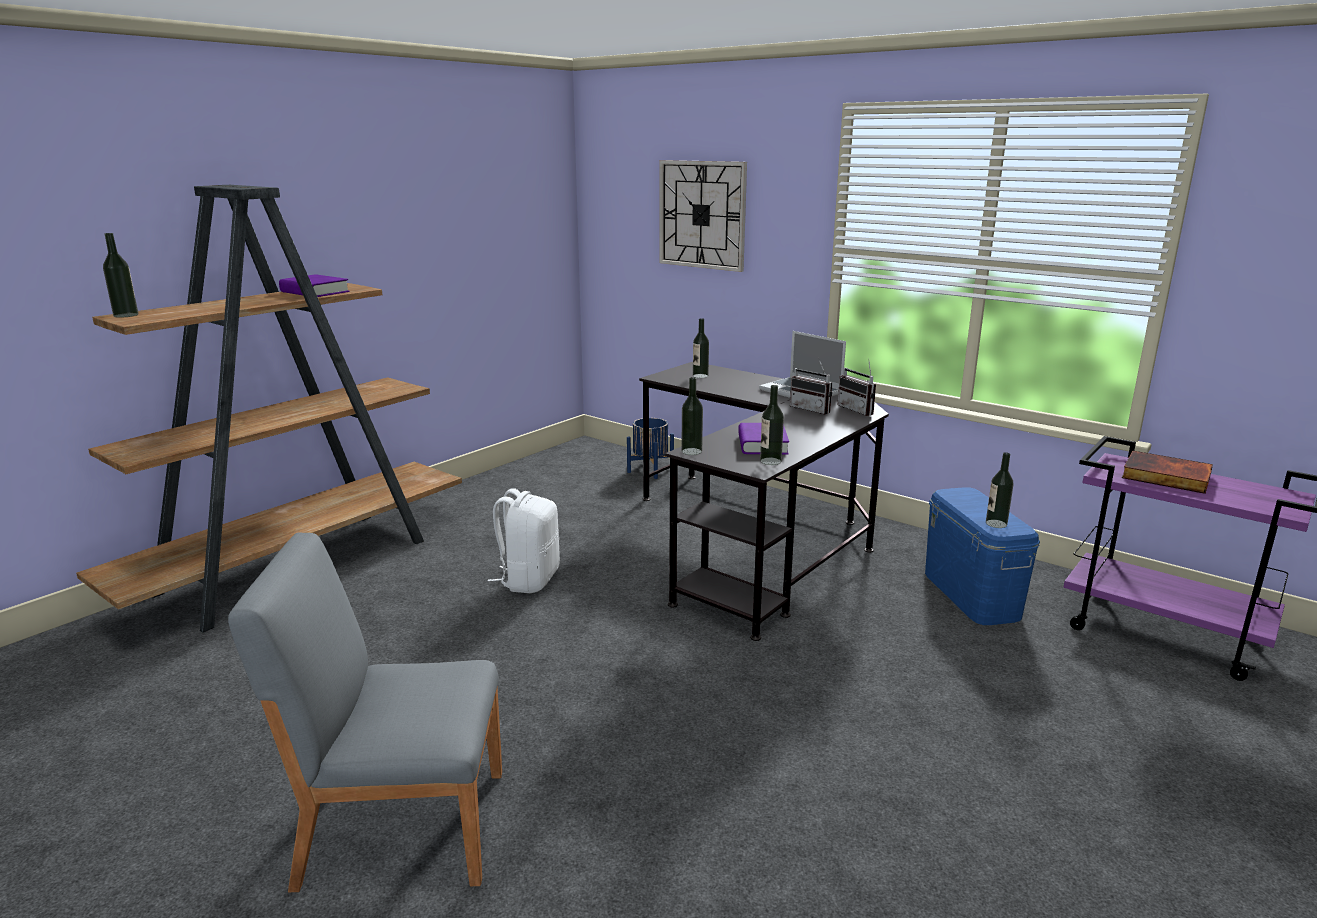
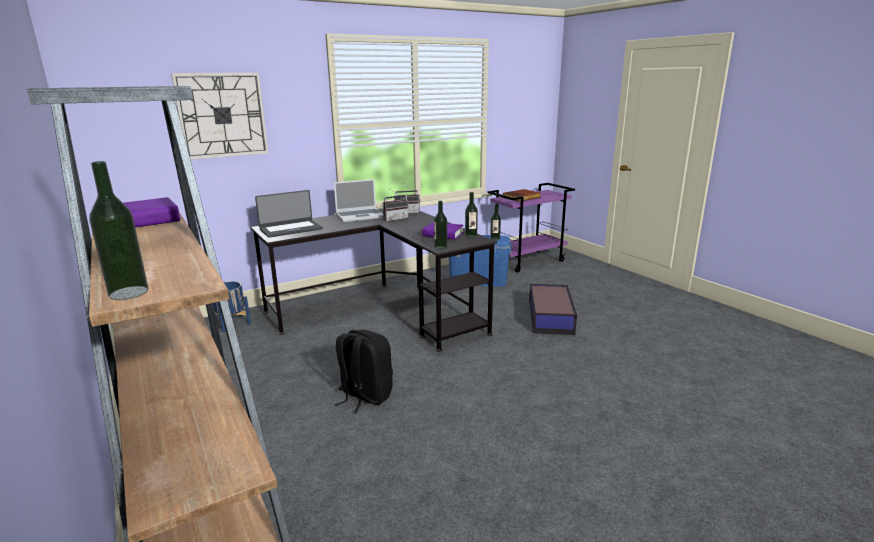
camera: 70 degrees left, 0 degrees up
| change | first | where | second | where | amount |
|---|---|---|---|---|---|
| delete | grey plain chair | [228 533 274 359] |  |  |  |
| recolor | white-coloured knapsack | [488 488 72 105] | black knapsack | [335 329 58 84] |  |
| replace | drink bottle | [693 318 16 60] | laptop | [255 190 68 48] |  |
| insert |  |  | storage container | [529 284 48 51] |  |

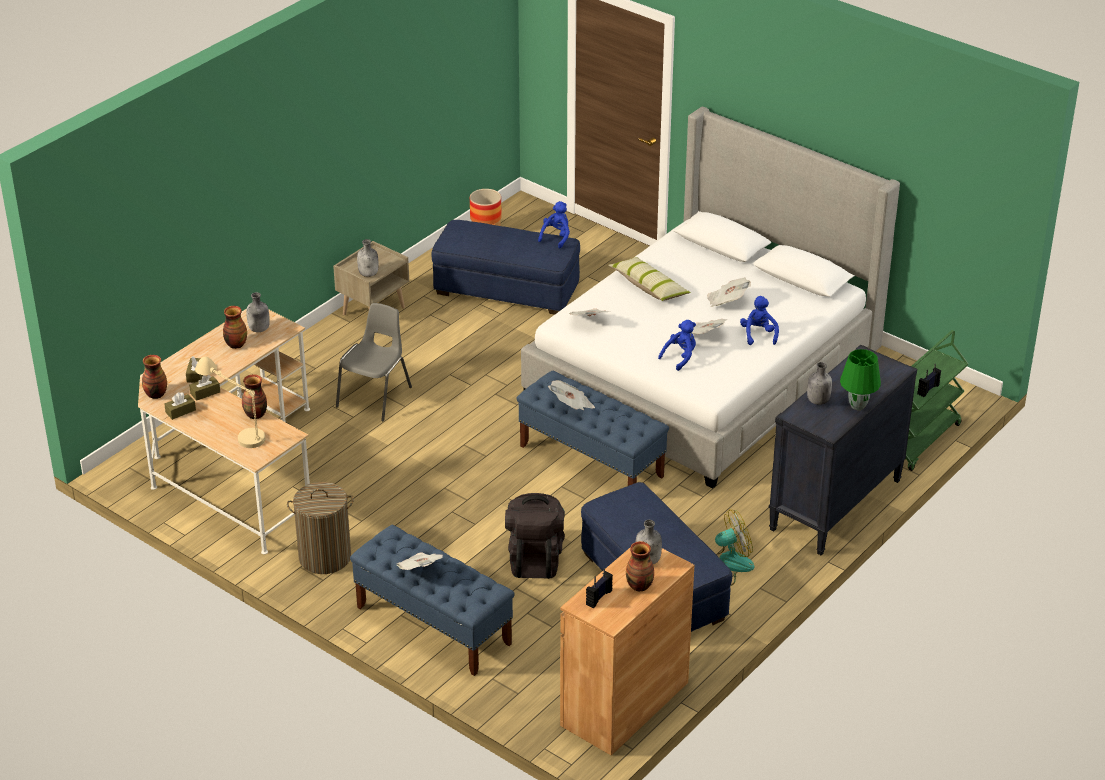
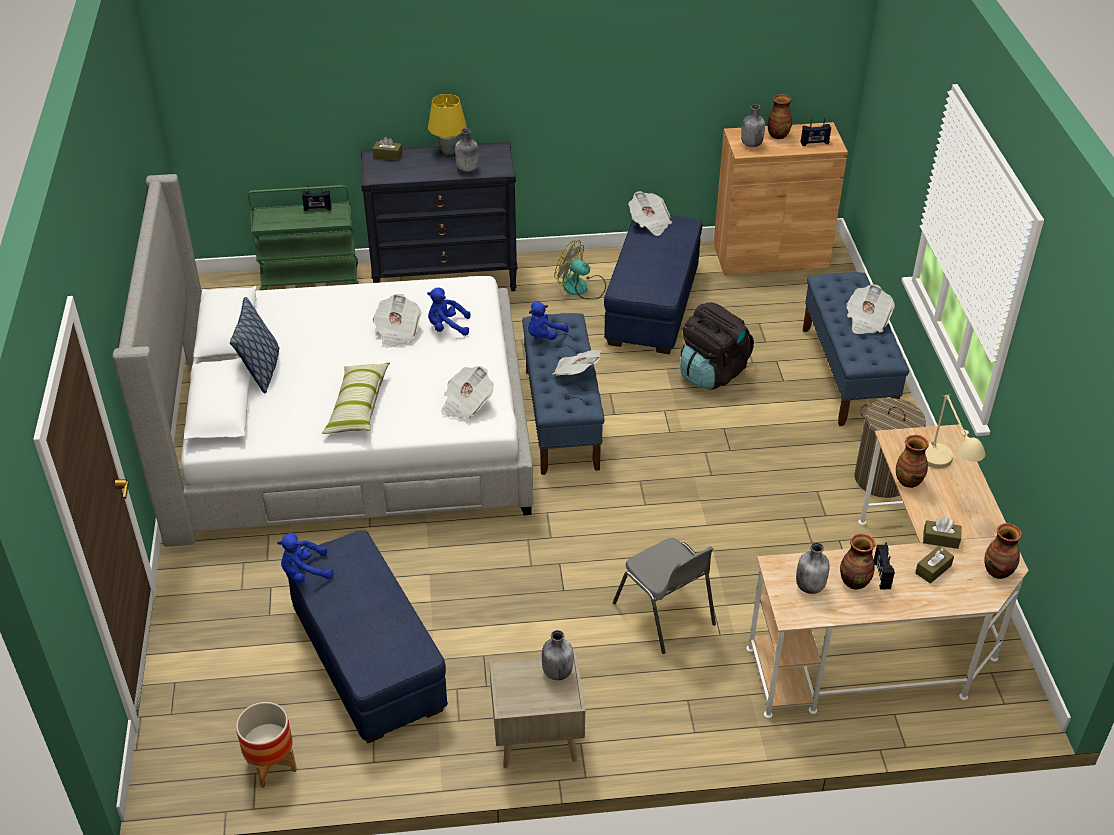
camera: 135 degrees left, 5 degrees up
| change | first | where | second | where | amount |
|---|---|---|---|---|---|
| move | brown-coloured tissue holder | [164 392 32 28] |  | [373 137 29 24] |  |
| rotate | grey plain chair | [336 303 76 119] |  | [613 538 103 116] | 105 degrees counterclockwise |
| move | newspaper | [707 277 44 30] |  | [629 191 43 45] |  |
| move | bluish plush toy | [740 296 39 49] |  | [528 301 41 39] |  |
| recolor | greenish tabletop lamp | [840 349 41 61] | yellowish tabletop lamp | [428 94 39 61] |  |
| insert |  |  | cushion | [230 297 49 96] |  |
| insert |  |  | radio set | [874 542 21 47] |  |

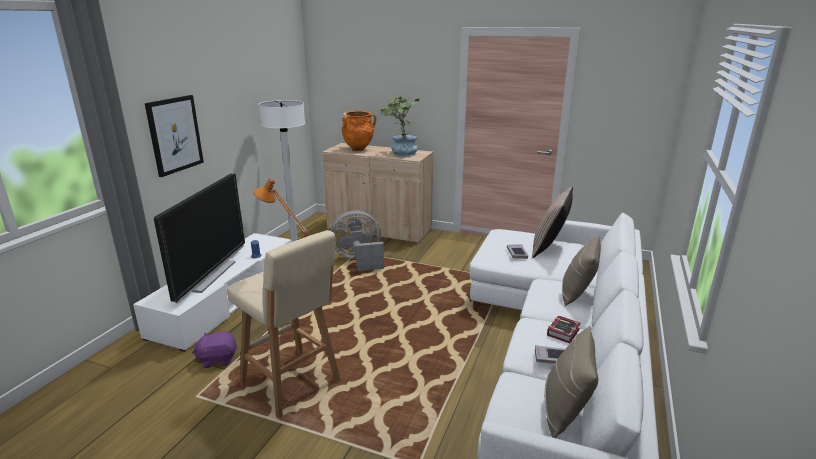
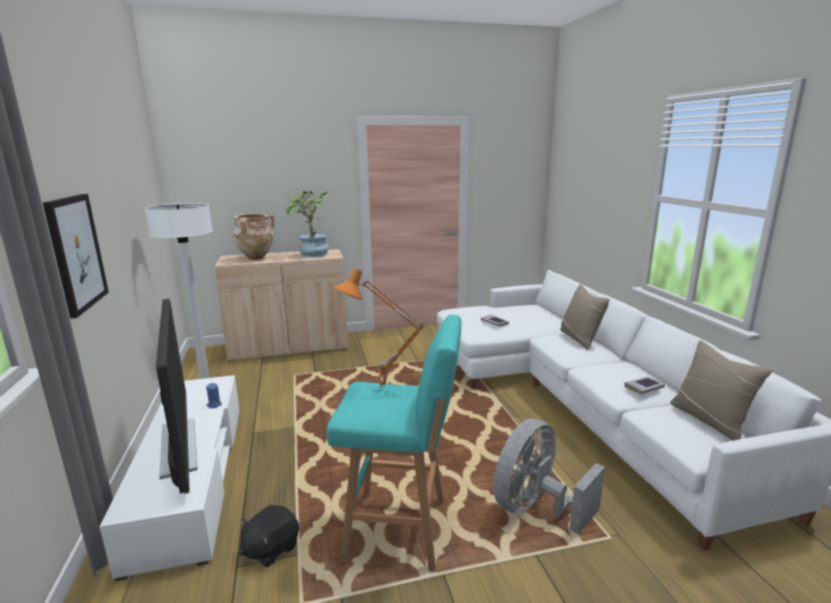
camera: 35 degrees left, 5 degrees down
| change | first | where | second | where | amount |
|---|---|---|---|---|---|
| recolor | purple-coloured plush toy | [192 331 45 37] | black plush toy | [240 505 59 62] |  |
| recolor | beige-coloured sitting stool | [227 230 114 189] | turquoise-coloured sitting stool | [327 315 134 257] |  |
| move | grey fan | [331 210 53 61] |  | [493 419 112 116] |  |
| recolor | orange decorative vase | [341 110 35 41] | beige-coloured decorative vase | [233 213 41 47] |  |
| delete | cushion | [532 187 41 71] |  |  |  |
| delete | bound book | [547 315 34 28] |  |  |  |

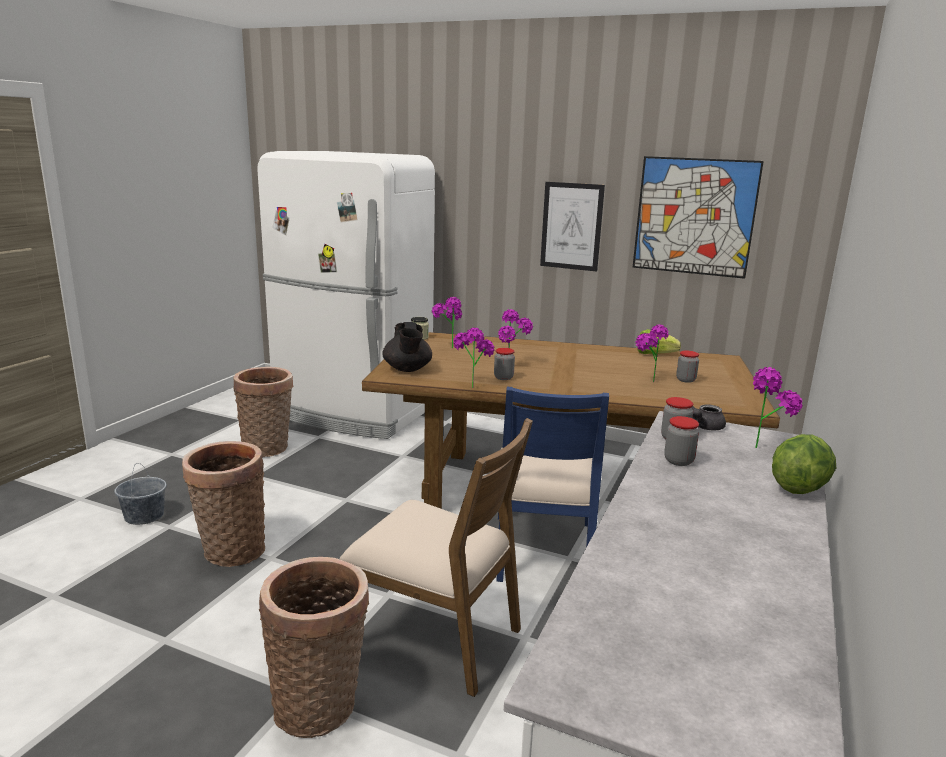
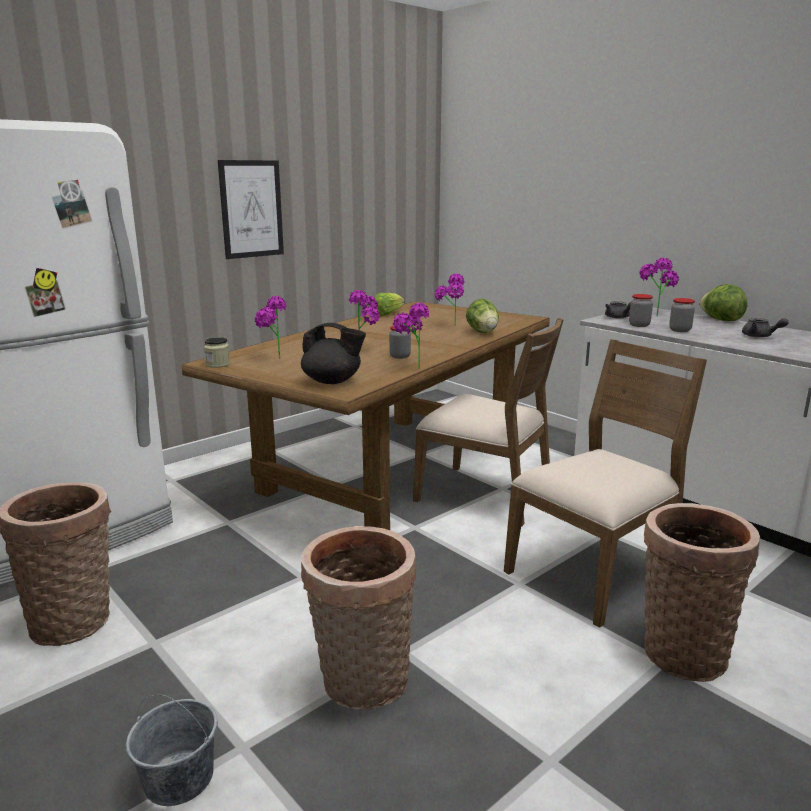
camera: 65 degrees left, 0 degrees up
| change | first | where | second | where | amount |
|---|---|---|---|---|---|
| recolor | bluish plain chair | [496 387 113 195] | brown-coloured plain chair | [413 318 151 208] |  |
| delete | picture | [632 156 132 123] |  |  |  |
| delete | storage jar | [676 351 23 32] |  |  |  |
| insert |  |  | lettuce head | [466 298 33 35] |  |
| insert |  |  | grey teapot | [742 318 47 20] |  |

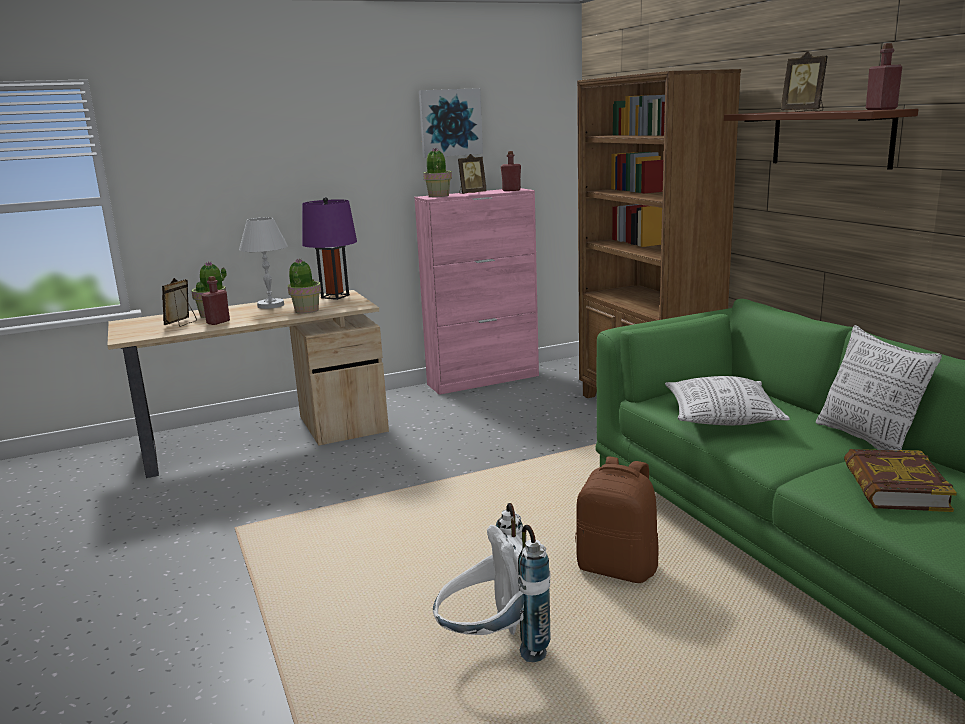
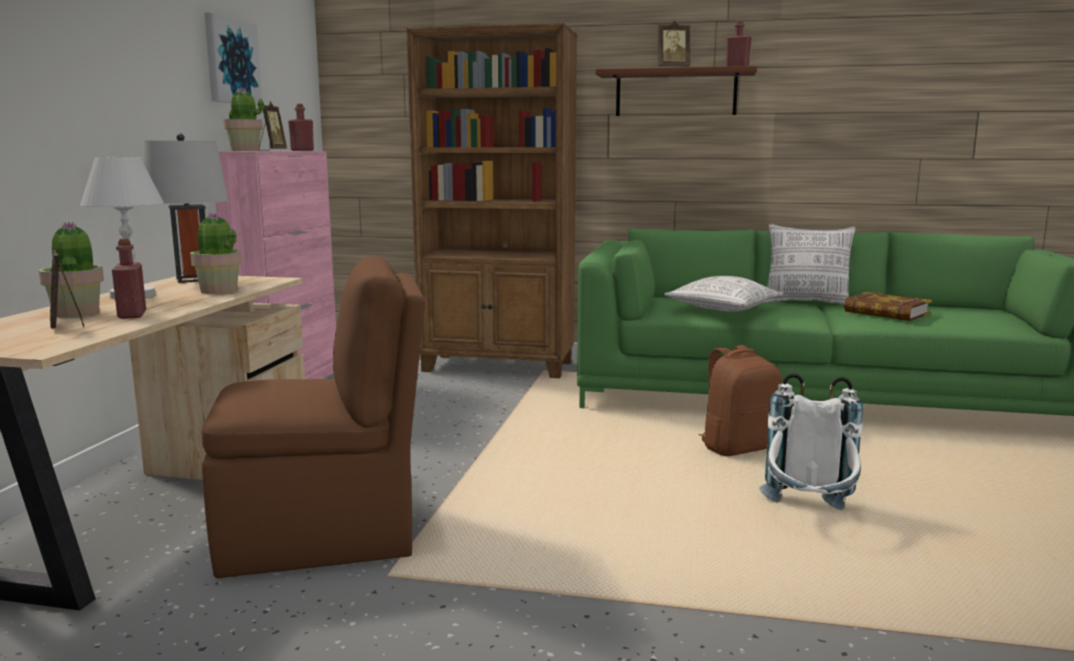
camera: 55 degrees left, 5 degrees down
| change | first | where | second | where | amount |
|---|---|---|---|---|---|
| recolor | purple-coloured tabletop lamp | [302 197 55 103] | grey tabletop lamp | [144 133 84 150] |  |
| insert |  |  | brown-coloured plain chair | [202 256 223 322] |  |

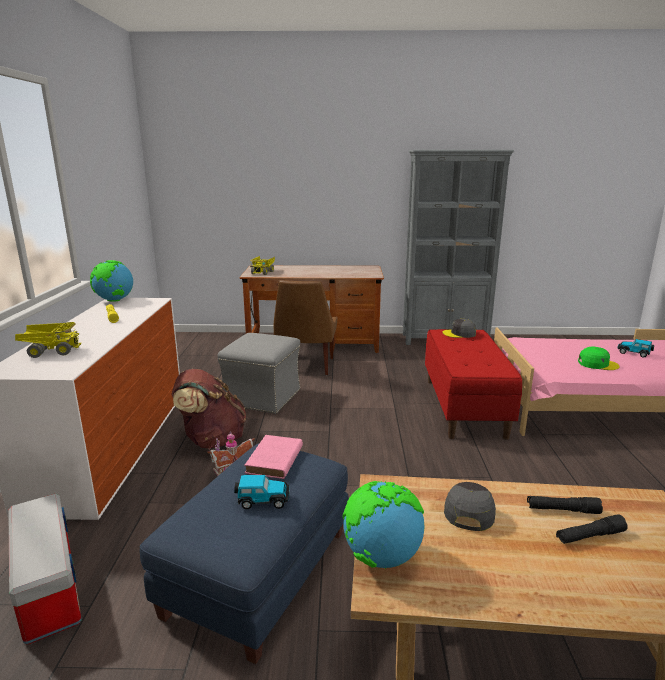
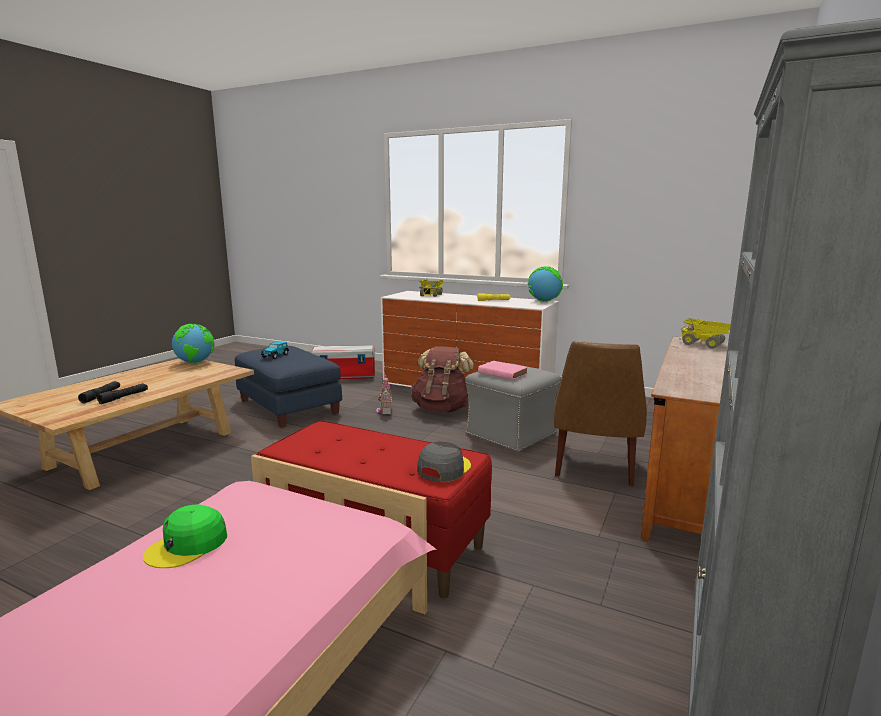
camera: 115 degrees right, 5 degrees down
| change | first | where | second | where | amount |
|---|---|---|---|---|---|
| move | pink bound book | [244 435 59 44] |  | [478 361 50 19] |  |
| rotate | brown-coloured plain chair | [274 280 63 95] |  | [554 341 93 145] | 105 degrees counterclockwise |
| delete | grey baseball cap | [444 482 52 49] |  |  |  |
| delete | toy car | [618 339 36 19] |  |  |  |

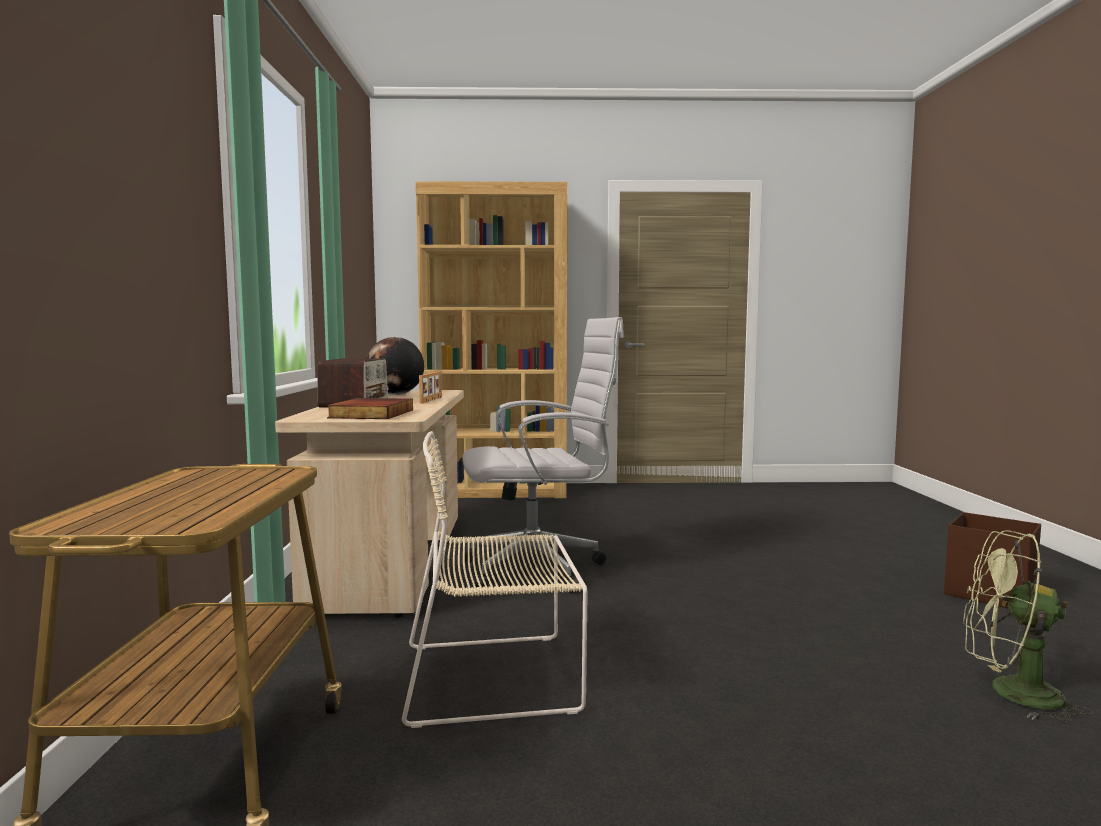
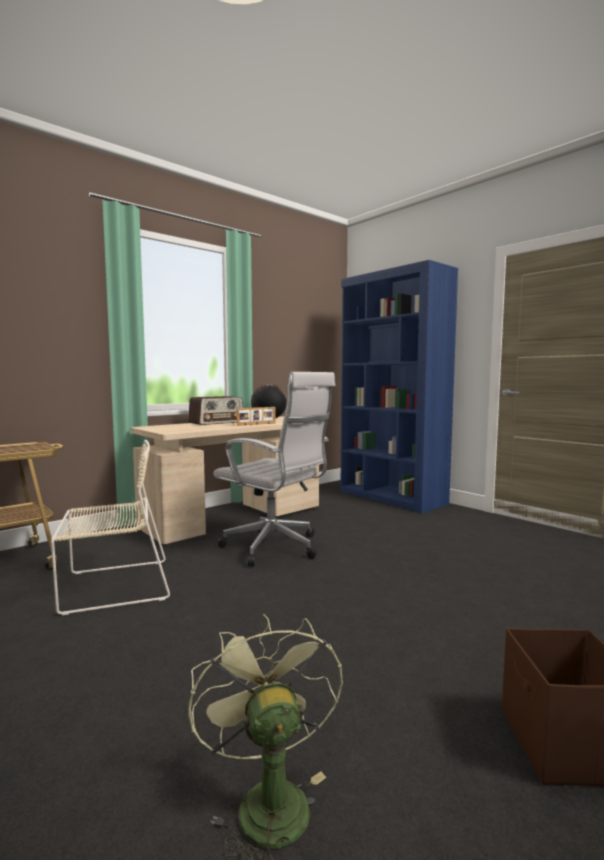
camera: 50 degrees right, 0 degrees up
| change | first | where | second | where | amount |
|---|---|---|---|---|---|
| delete | bound book | [327 398 86 21] |  |  |  |
| rotate | beige-coloured plain chair | [402 431 186 297] |  | [51 440 119 175] | 120 degrees clockwise |
| recolor | brown-coloured bookcase | [415 181 152 317] | bluish bookcase | [340 260 118 254] |  |

